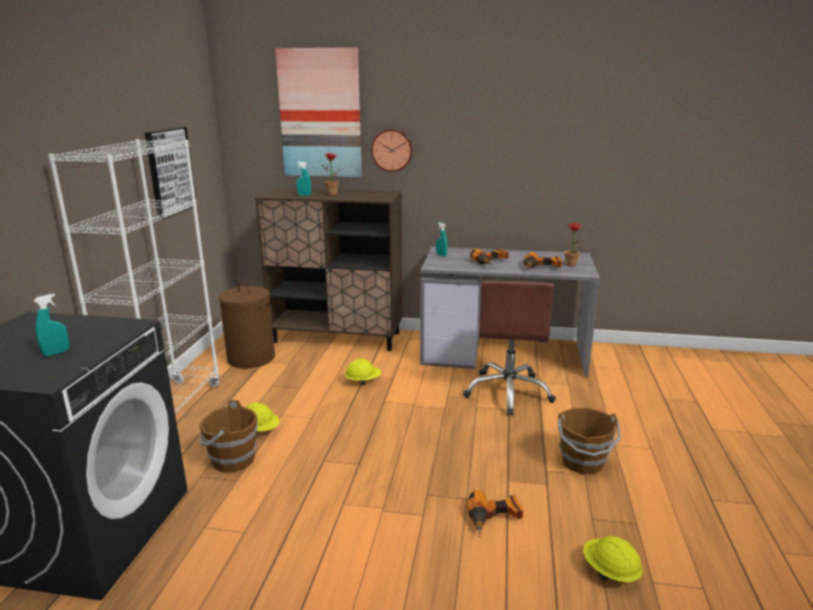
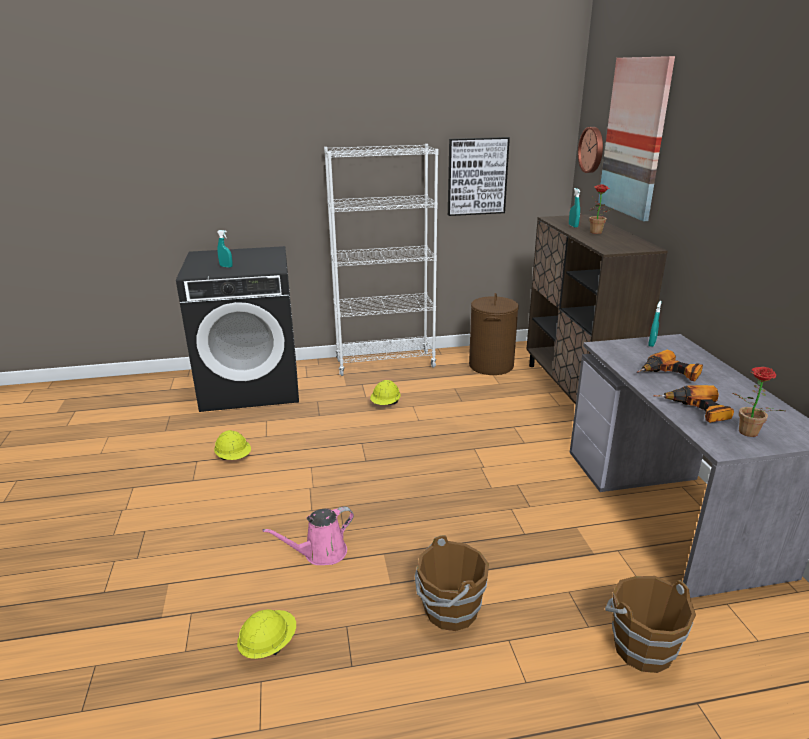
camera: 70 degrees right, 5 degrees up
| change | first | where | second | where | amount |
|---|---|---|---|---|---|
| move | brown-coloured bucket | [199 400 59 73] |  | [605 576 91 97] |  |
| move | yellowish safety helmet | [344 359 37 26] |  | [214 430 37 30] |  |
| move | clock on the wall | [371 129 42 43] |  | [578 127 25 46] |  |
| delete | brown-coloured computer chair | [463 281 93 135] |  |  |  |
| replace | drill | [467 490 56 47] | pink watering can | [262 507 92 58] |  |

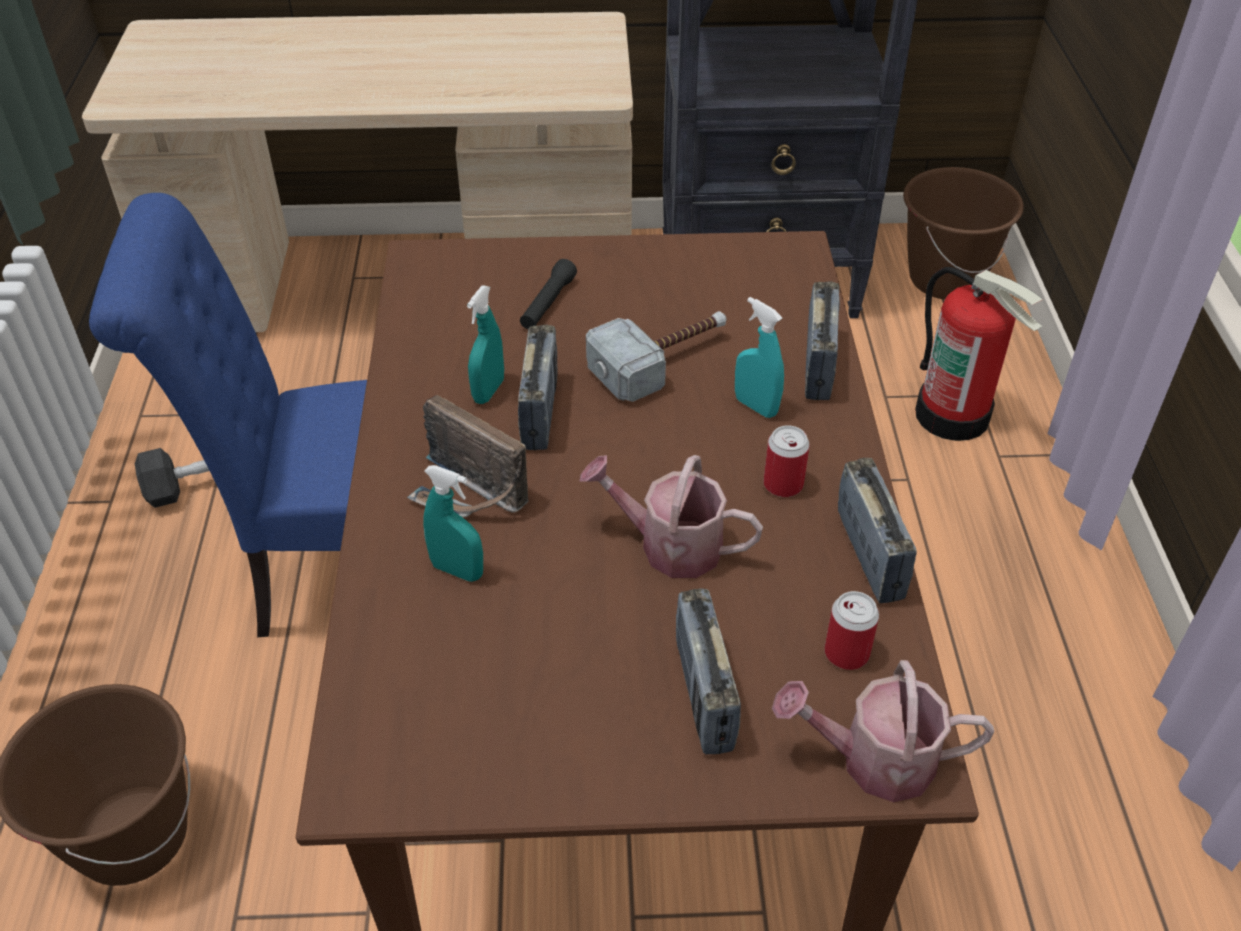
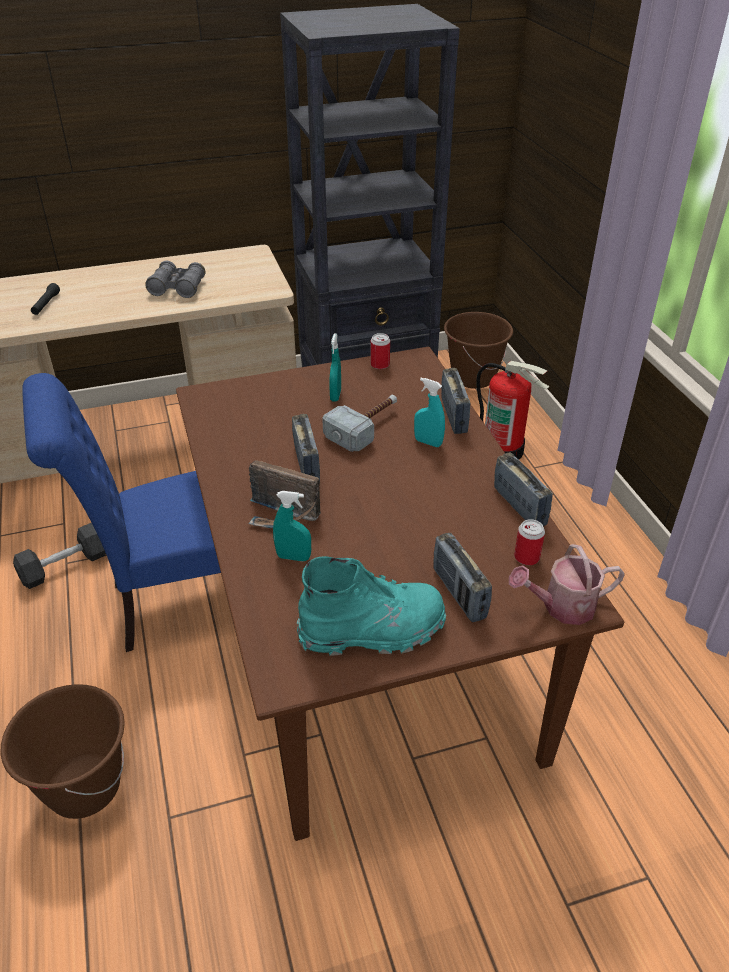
camera: 15 degrees left, 5 degrees down
| change | first | where | second | where | amount |
|---|---|---|---|---|---|
| move | turquoise-coloured sprayer | [467 285 37 119] |  | [329 333 12 69] |  |
| move | black hand torch | [520 259 57 70] |  | [31 283 29 32] |  |
| delete | watering can | [579 455 184 123] |  |  |  |
| move | sealed can | [764 425 46 72] |  | [370 333 20 36] |  |
| insert |  |  | grey pair of binoculars | [145 261 60 37] |  |
| insert |  |  | turquoise-coloured tall boot | [297 556 149 100] |  |

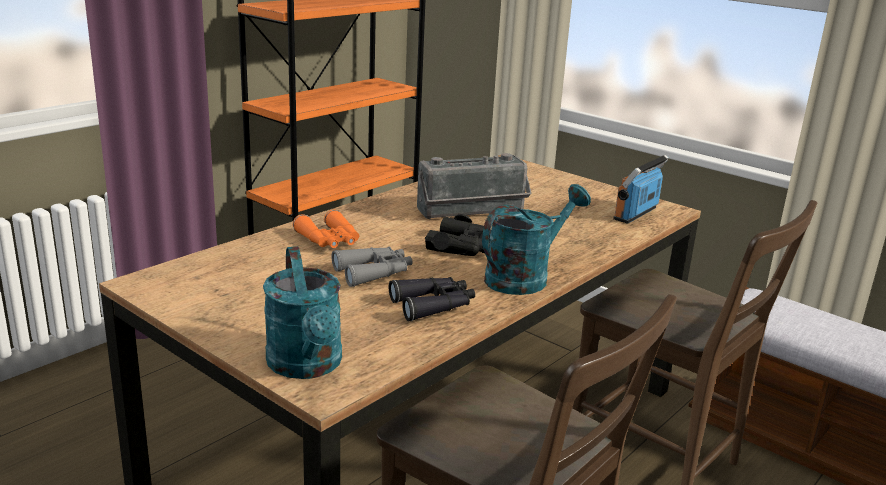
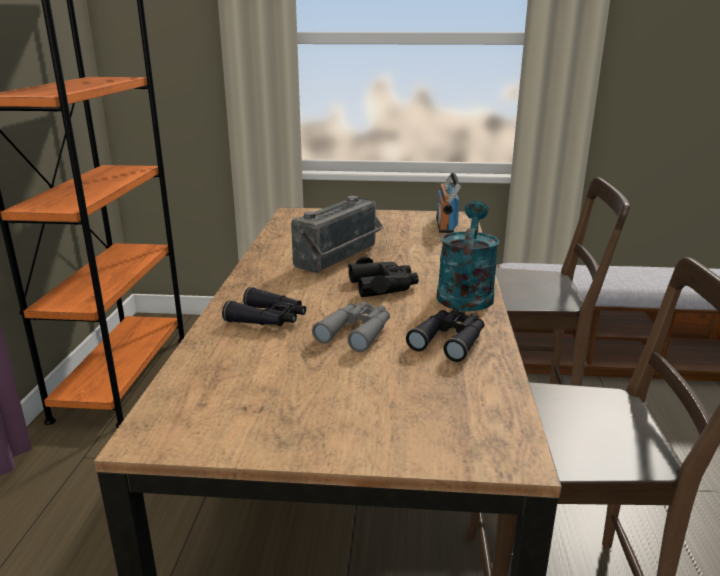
camera: 35 degrees left, 0 degrees up
| change | first | where | second | where | amount |
|---|---|---|---|---|---|
| delete | turquoise-coloured watering can | [263 246 79 133] |  |  |  |
| recolor | orange pair of binoculars | [293 210 66 38] | black pair of binoculars | [222 287 84 39] |  |

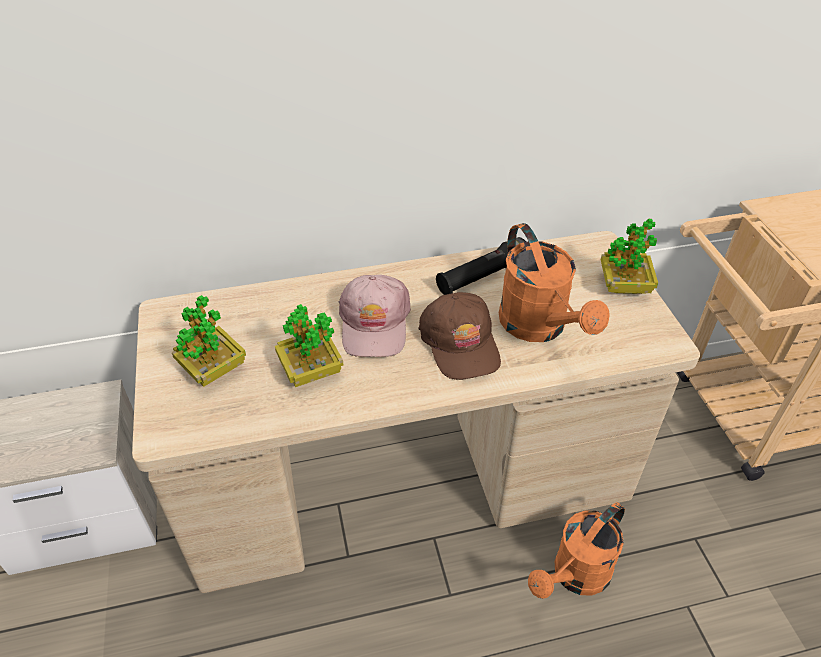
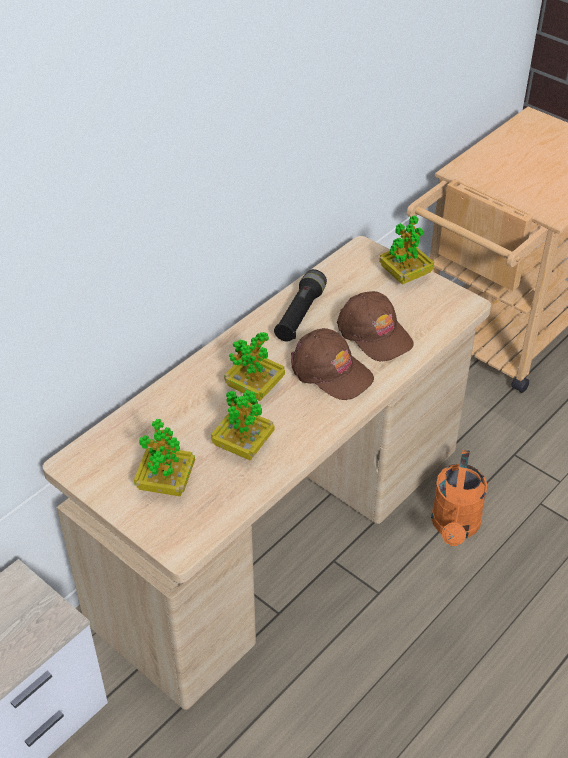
camera: 35 degrees left, 0 degrees up
| change | first | where | second | where | amount |
|---|---|---|---|---|---|
| replace | pink baseball cap | [339 275 72 82] | plant in a pot | [224 332 61 69] |  |
| replace | orange watering can | [499 223 111 119] | brown-coloured baseball cap | [337 291 77 71] |  |

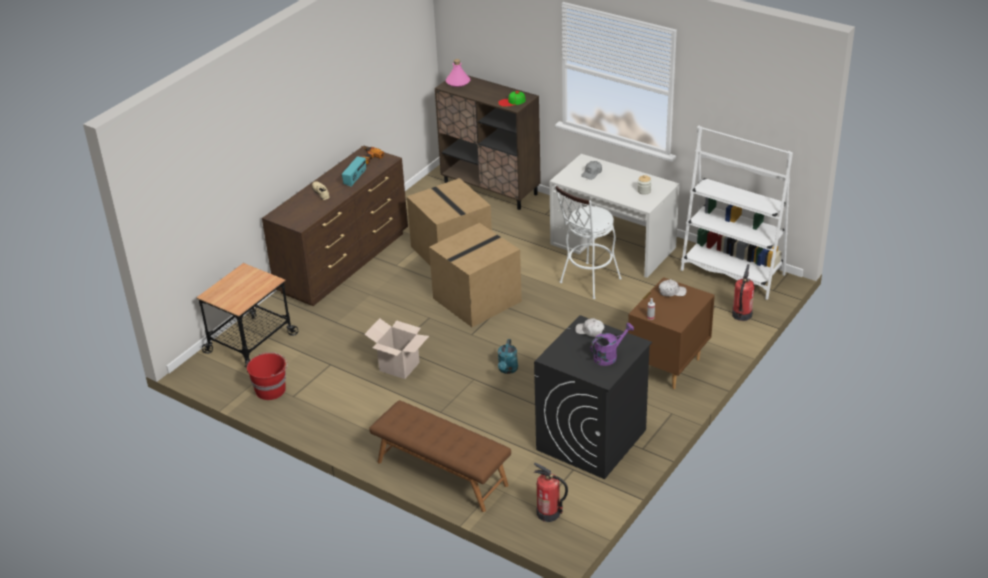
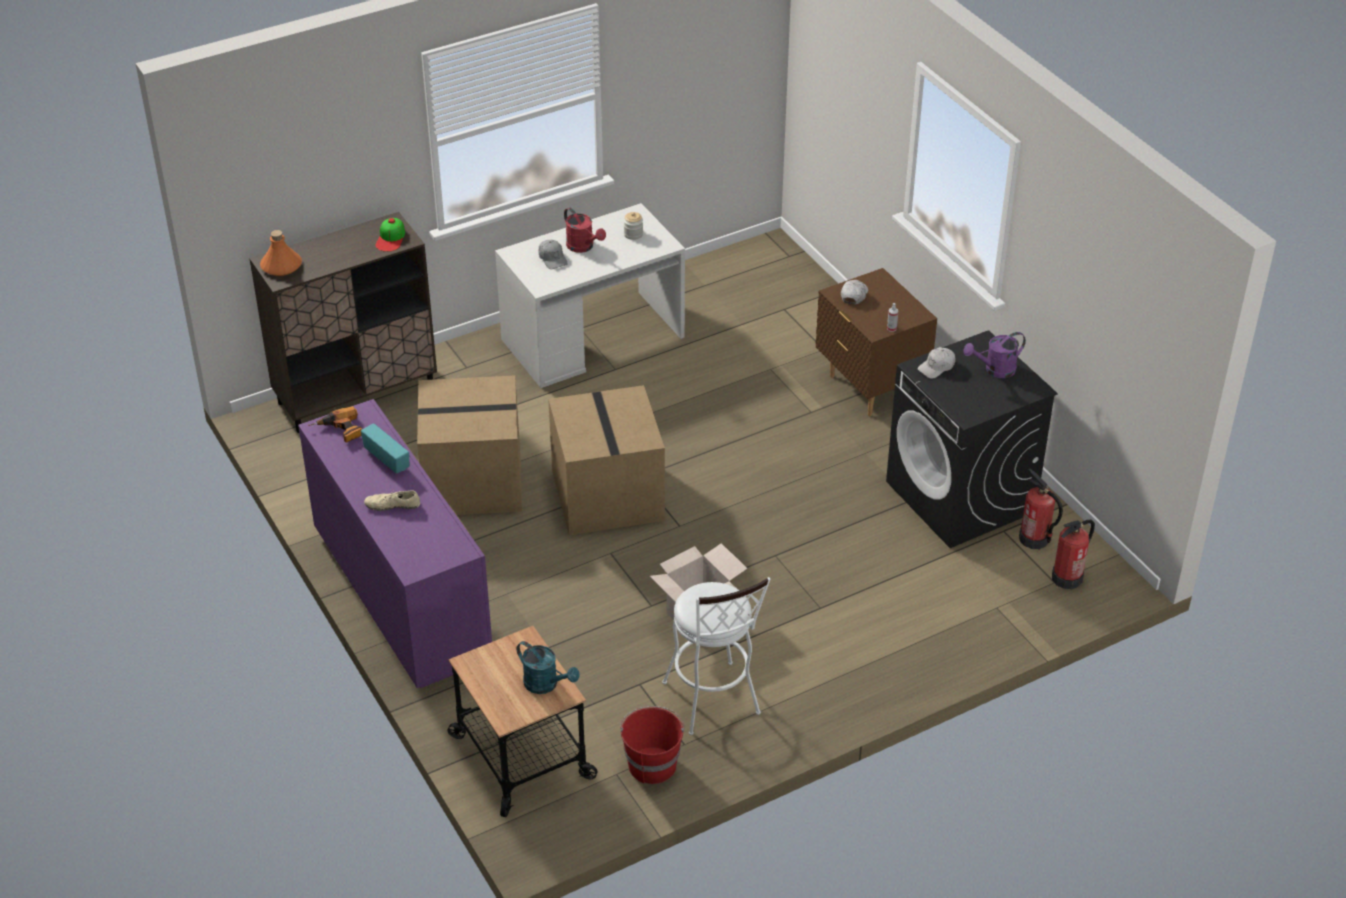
camera: 65 degrees left, 5 degrees up
| change | first | where | second | where | amount |
|---|---|---|---|---|---|
| recolor | brown-coloured dresser | [262 146 146 160] | purple-coloured dresser | [298 399 194 289] |  |
| delete | brown-coloured long seat | [369 400 142 112] |  |  |  |
| recolor | pink drink bottle | [446 59 24 28] | orange drink bottle | [260 230 42 46] |  |
| move | turquoise-coloured watering can | [498 339 20 35] |  | [517 641 63 53] |  |
| move | white-coloured sitting stool | [555 185 67 114] |  | [662 577 108 158] |  |
| rotate | purple-coloured watering can | [590 323 44 43] |  | [963 332 63 46] | 105 degrees counterclockwise |
| delete | white-coloured bookcase | [681 125 112 175] |  |  |  |
| move | fire extinguisher | [732 264 22 57] |  | [1019 469 44 80] |  |
| insert |  |  | red-coloured watering can | [564 208 42 45] |  |

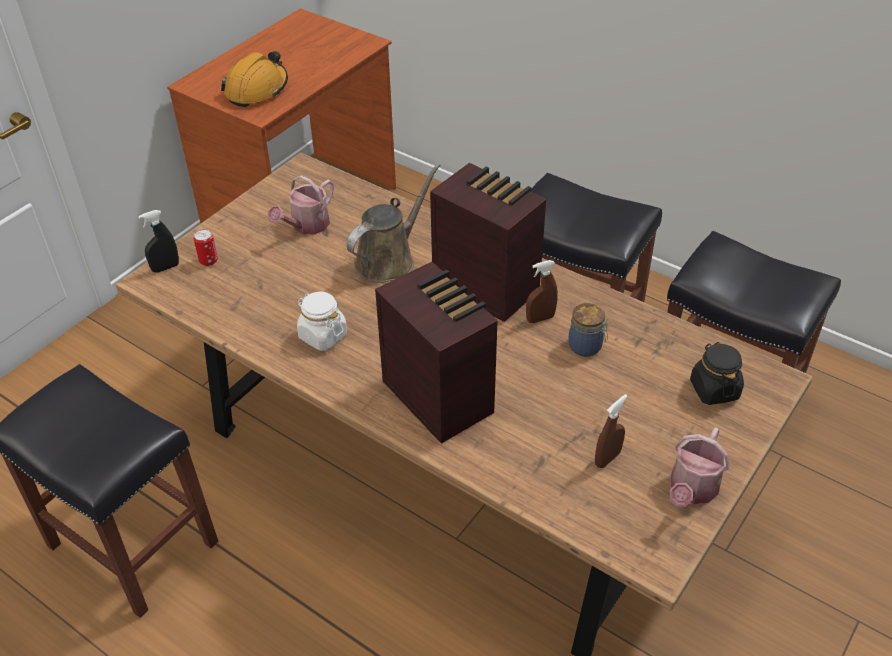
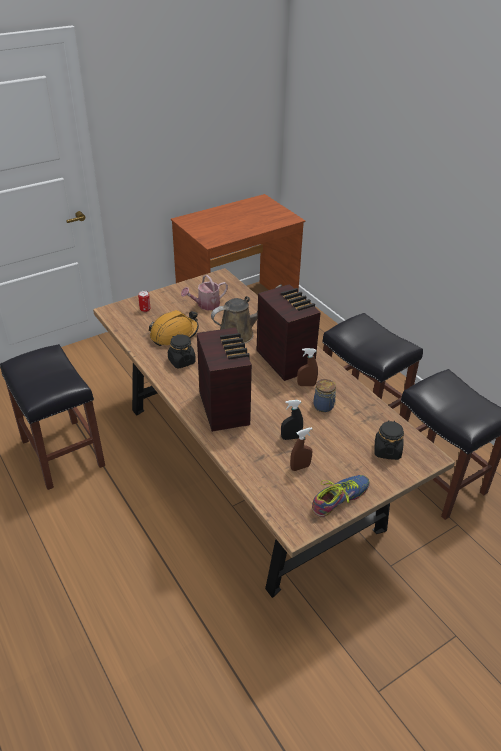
camera: 20 degrees right, 5 degrees down
| change | first | where | second | where | amount |
|---|---|---|---|---|---|
| move | black sprayer | [138 210 41 63] |  | [281 400 22 40] |  |
| move | orange safety helmet | [221 51 67 56] |  | [149 310 50 36] |  |
| recolor | white-coloured storage jar | [297 291 50 60] | black storage jar | [168 335 28 33] |  |
| replace | watering can | [670 427 60 80] | shoe | [312 475 58 42] |  |

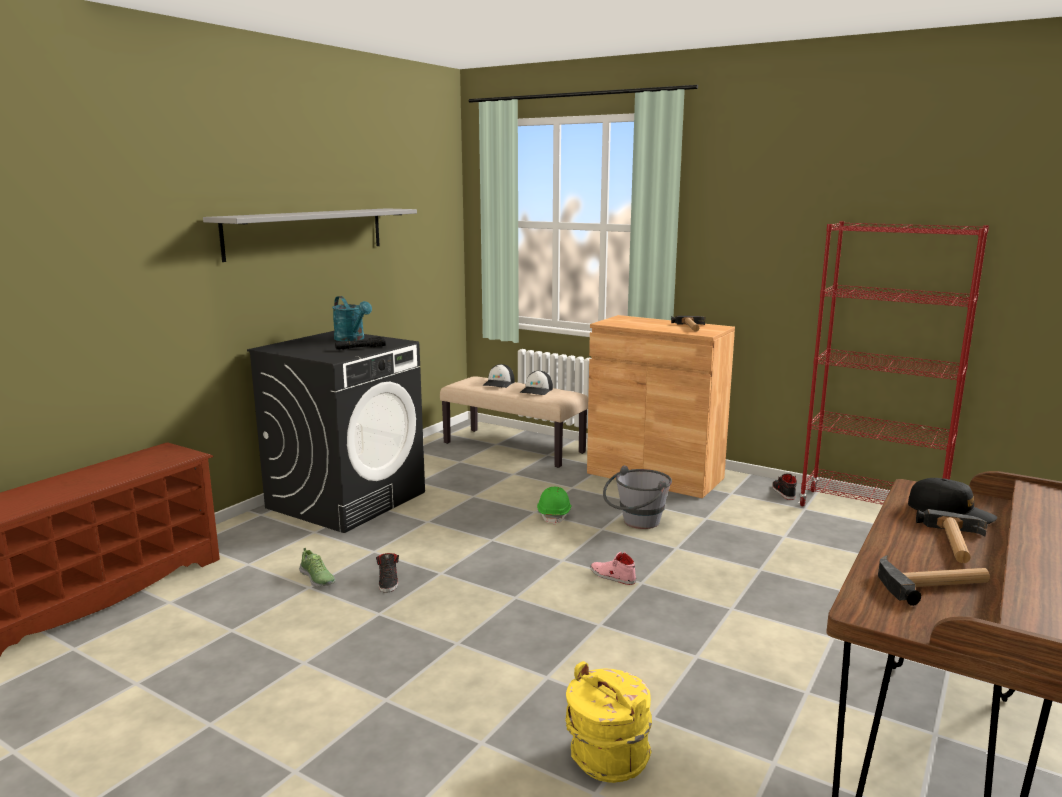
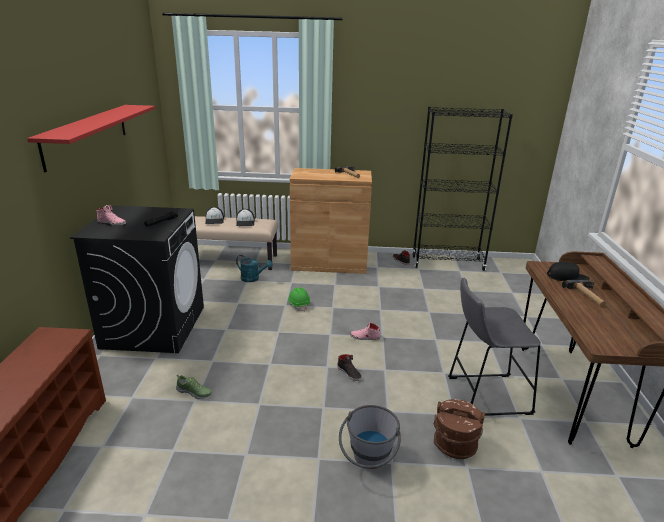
camera: 30 degrees left, 10 degrees up
| change | first | where | second | where | amount |
|---|---|---|---|---|---|
| recolor | grey bracket shelf | [203 208 214 54] | red-coloured bracket shelf | [27 105 128 68] |  |
| move | turquoise-coloured watering can | [332 296 40 45] |  | [236 255 37 27] |  |
| move | black shoe | [376 553 23 39] |  | [337 354 25 27] |  |
| recolor | yellowish bucket | [566 661 86 122] | brown-coloured bucket | [433 399 52 60] |  |
| move | grey bucket | [603 465 69 64] |  | [339 405 62 64] |  |
| recolor | red-coloured bookcase | [798 221 191 285] | black bookcase | [413 107 100 164] |  |
| delete | hand hammer | [878 555 112 51] |  |  |  |
| insert |  |  | pink shoe | [97 205 29 21] |  |
| insert |  |  | grey sitting stool | [448 278 93 138] |  |

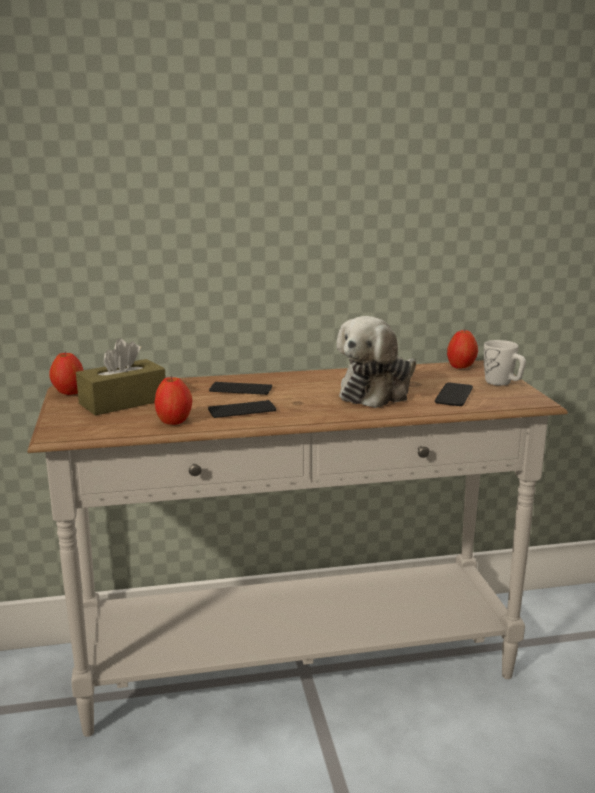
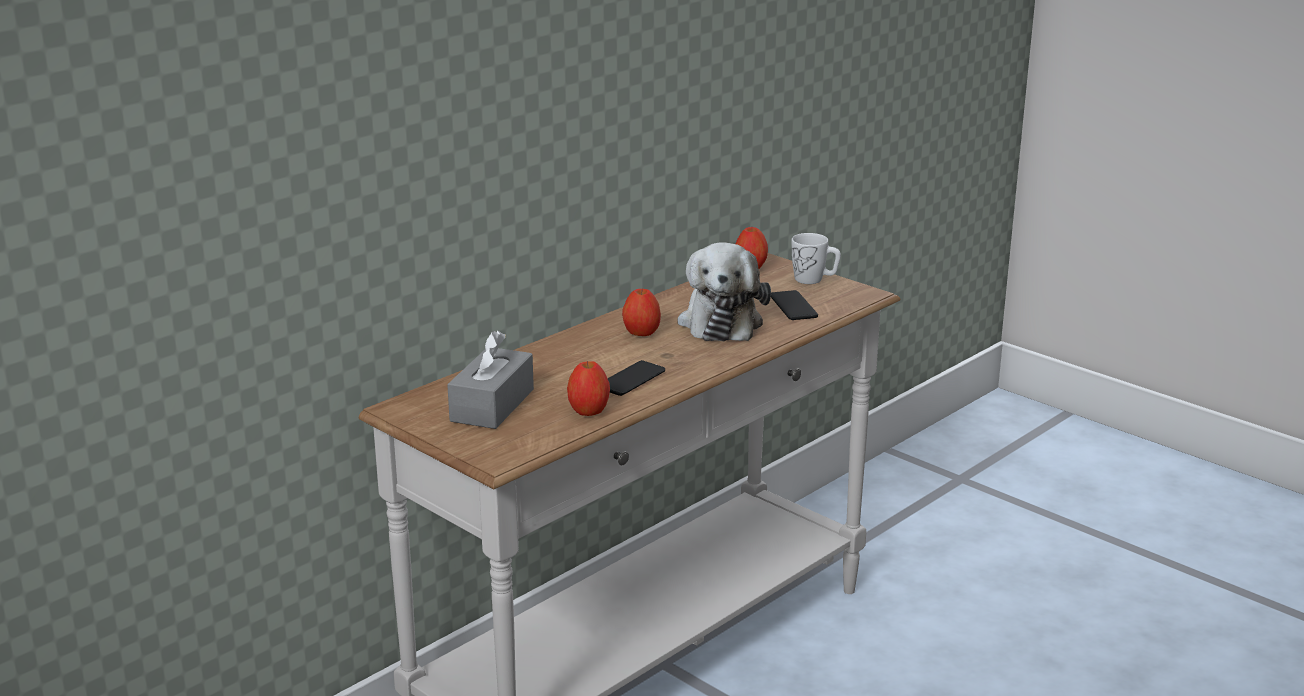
camera: 35 degrees left, 5 degrees up
| change | first | where | second | where | amount |
|---|---|---|---|---|---|
| move | apple | [49 352 34 43] |  | [622 288 39 48] |  |
| recolor | brown-coloured tissue holder | [76 338 90 78] | grey tissue holder | [447 331 87 98] |  |
| delete | telephone | [209 382 63 13] |  |  |  |

